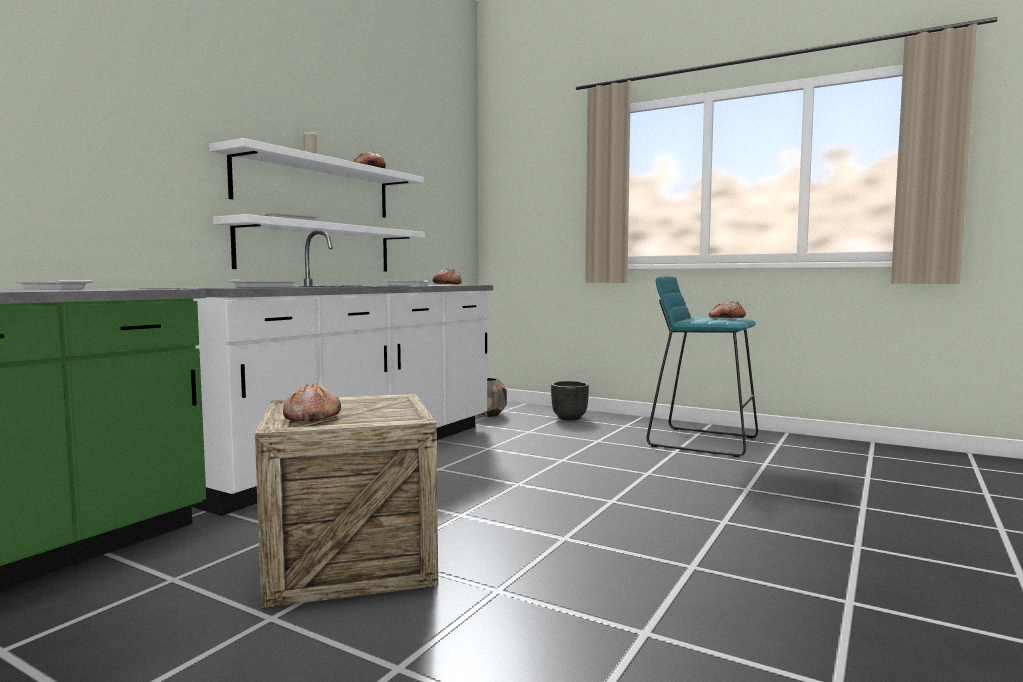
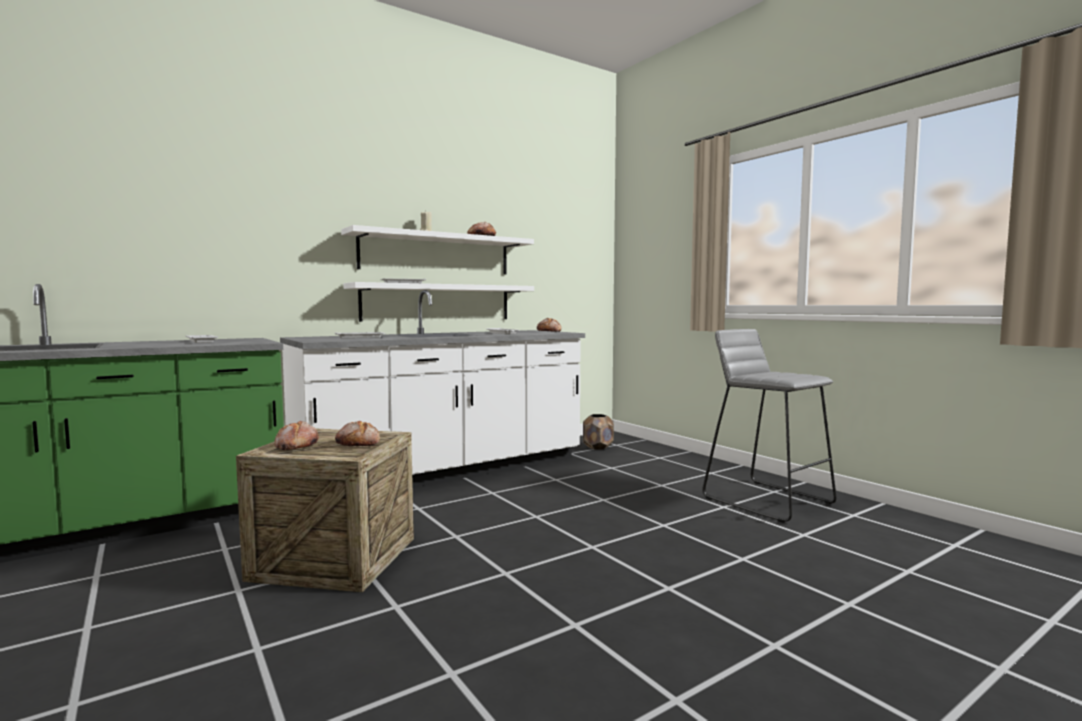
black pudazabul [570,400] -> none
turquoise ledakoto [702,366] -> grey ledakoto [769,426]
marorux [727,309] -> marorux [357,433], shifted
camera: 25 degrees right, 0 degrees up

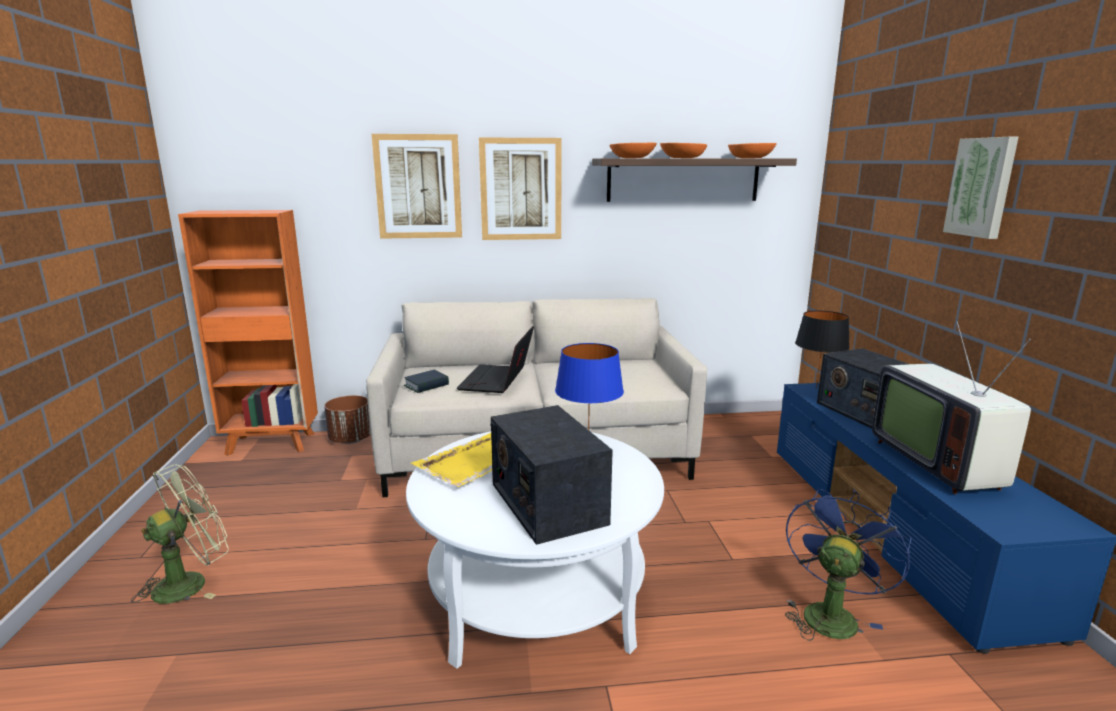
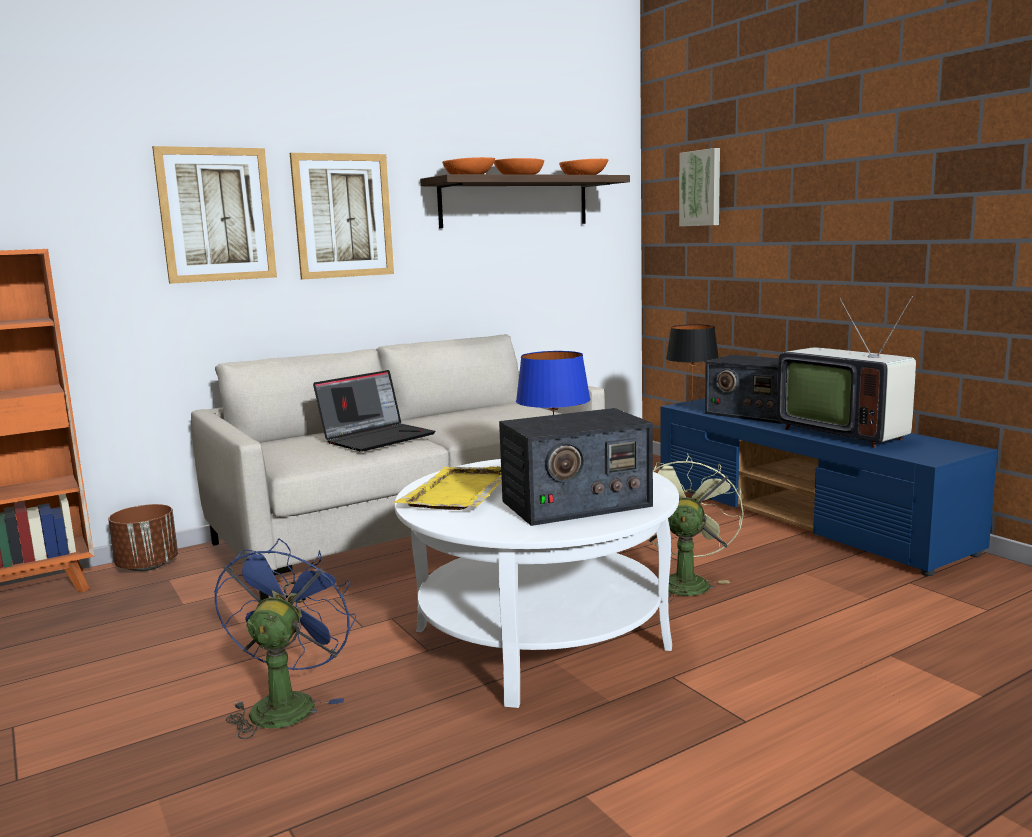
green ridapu [180,534] -> green ridapu [696,527], shifted
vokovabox [426,381] -> none
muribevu [495,359] -> muribevu [374,411], 120 degrees counterclockwise
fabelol [552,475] -> fabelol [576,467], 60 degrees counterclockwise
blue ridapu [848,564] -> blue ridapu [285,638], shifted
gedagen [980,188] -> gedagen [699,187], shifted
camera: 25 degrees left, 5 degrees down

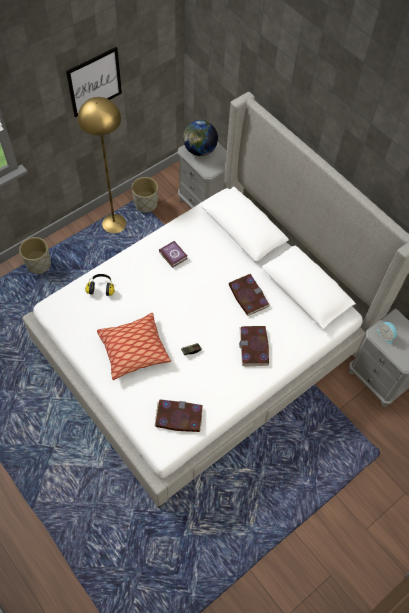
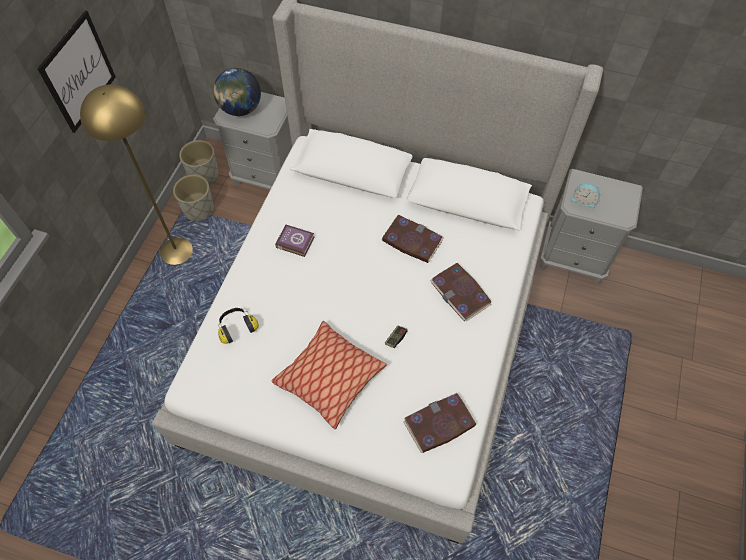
grey pudazabul [35,255] -> grey pudazabul [198,162], shifted
camera: 30 degrees left, 0 degrees up

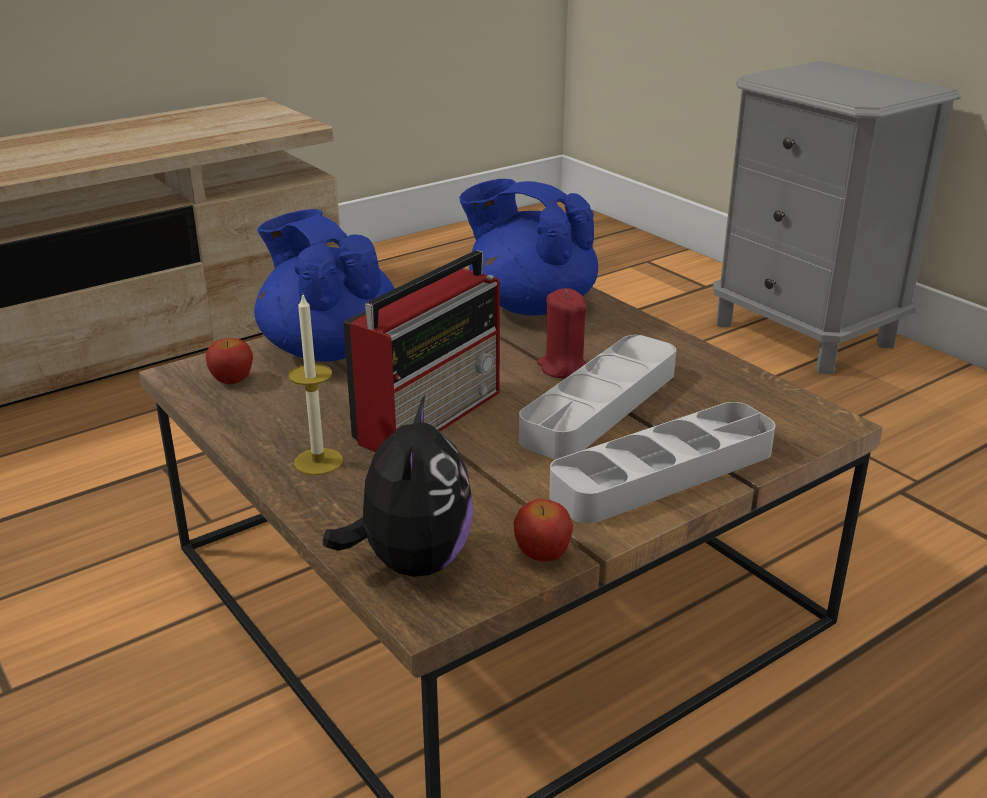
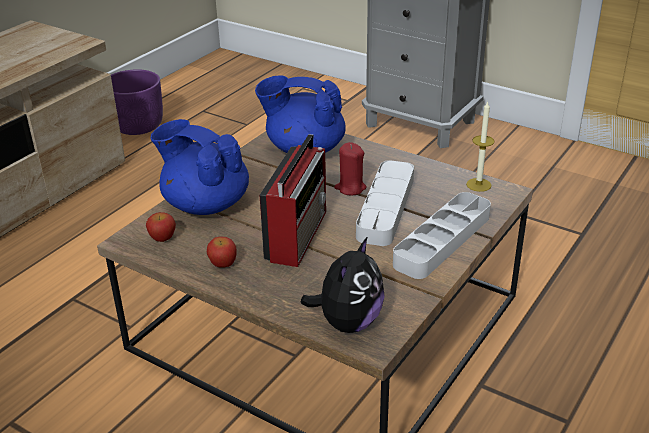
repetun [315,385] -> repetun [480,146], shifted
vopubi [398,486] -> vopubi [343,284], 45 degrees clockwise
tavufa [543,530] -> tavufa [222,252], shifted
none -> purple pudazabul [137,102]
camera: 20 degrees left, 5 degrees up

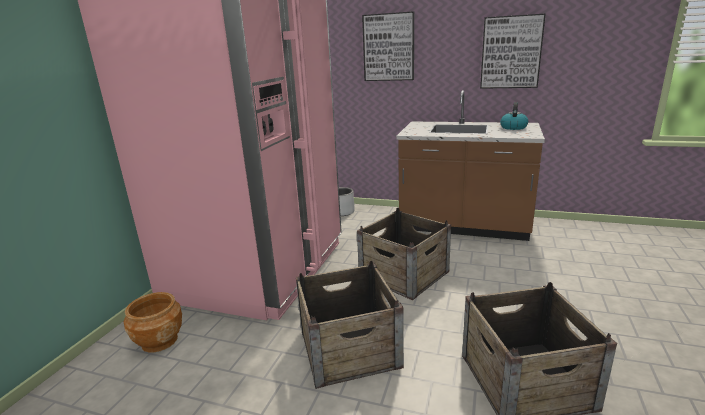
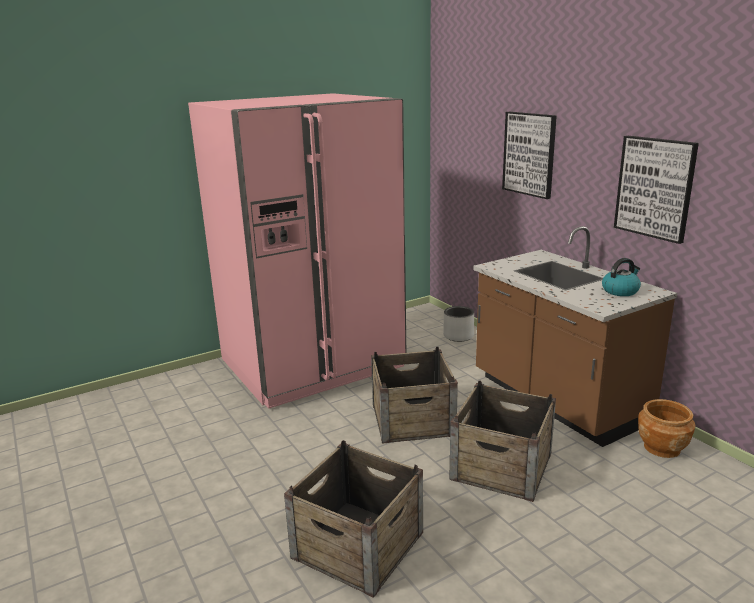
brown pudazabul [153,322] -> brown pudazabul [666,428], shifted
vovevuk [350,325] -> vovevuk [502,441], shifted
camera: 40 degrees right, 0 degrees up

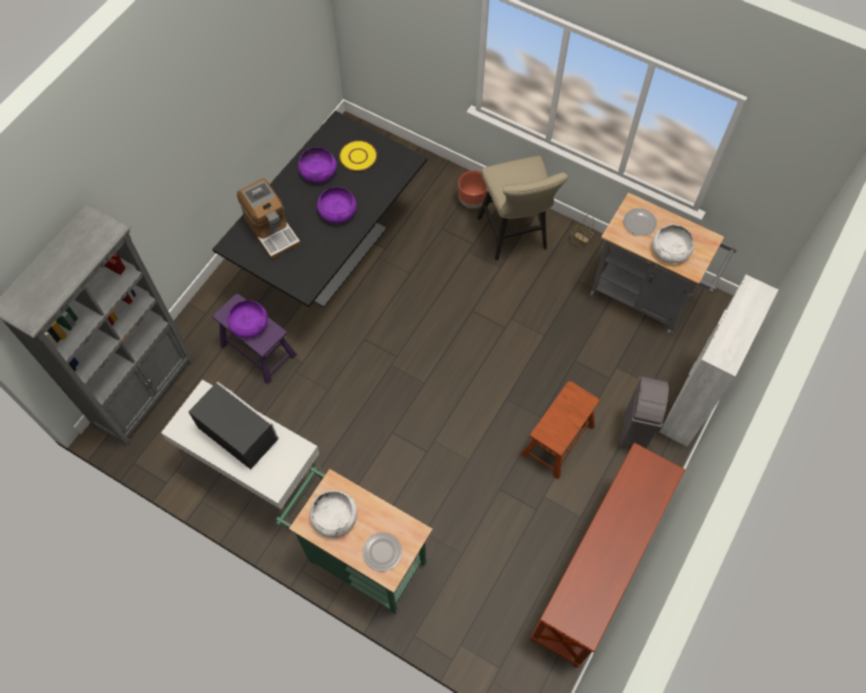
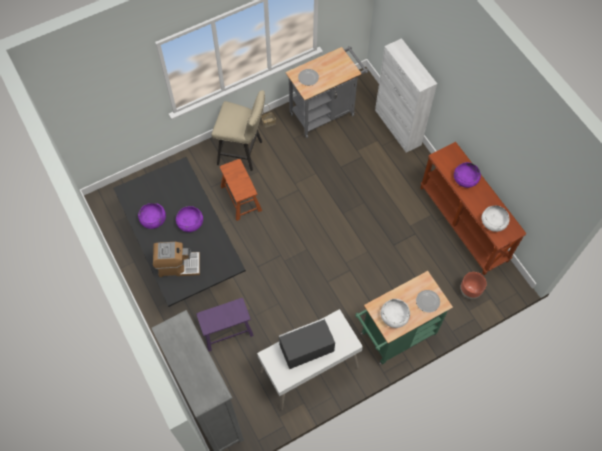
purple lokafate [247,319] -> purple lokafate [467,175], shifted
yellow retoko [358,156] -> none
brown pudazabul [473,189] -> brown pudazabul [474,285], shifted
brown ledakoto [560,430] -> brown ledakoto [241,190], shifted
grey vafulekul [644,413] -> none
white lokafate [673,244] -> white lokafate [496,218], shifted
camera: 60 degrees left, 0 degrees up

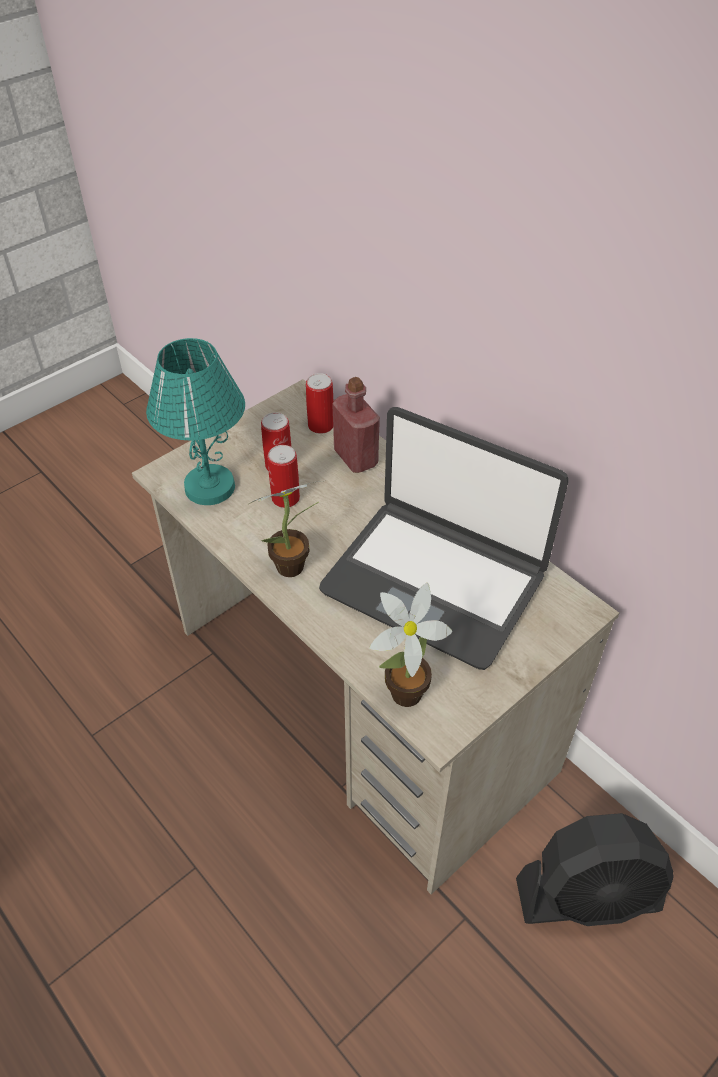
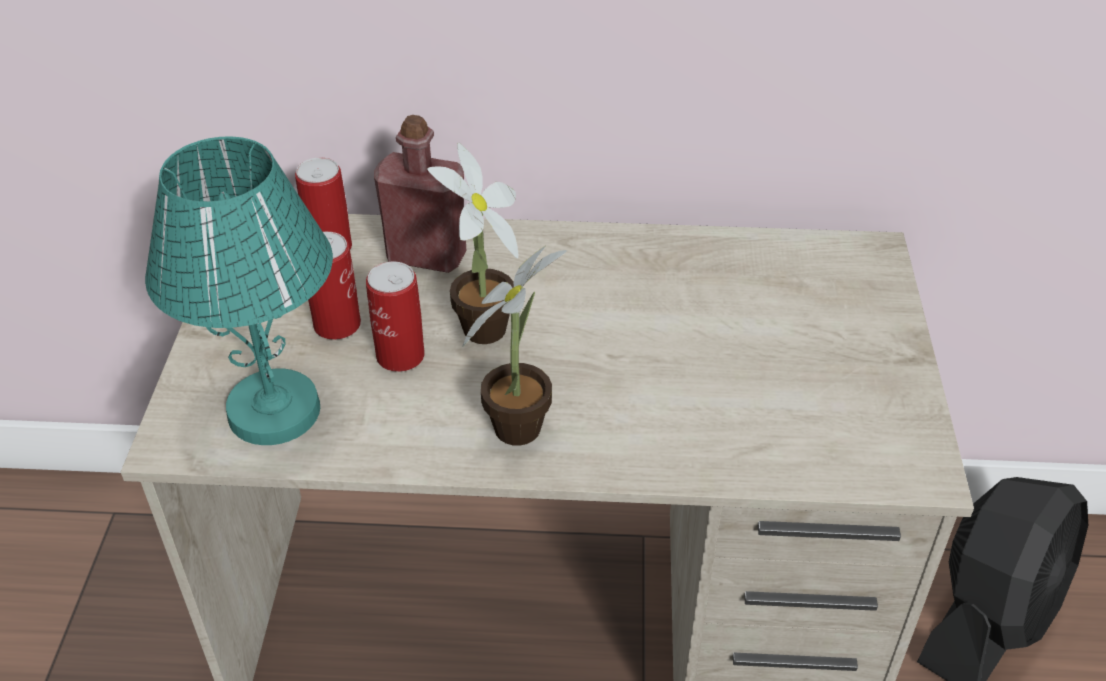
muribevu [443,538] -> none
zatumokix [411,645] -> zatumokix [473,243], shifted
camera: 45 degrees left, 5 degrees down

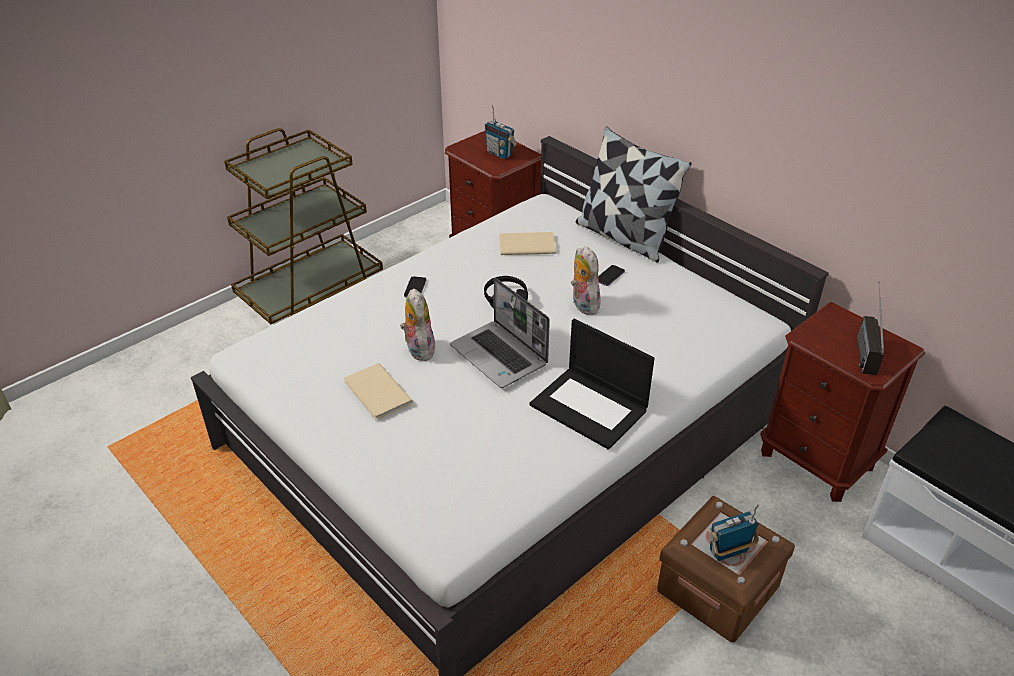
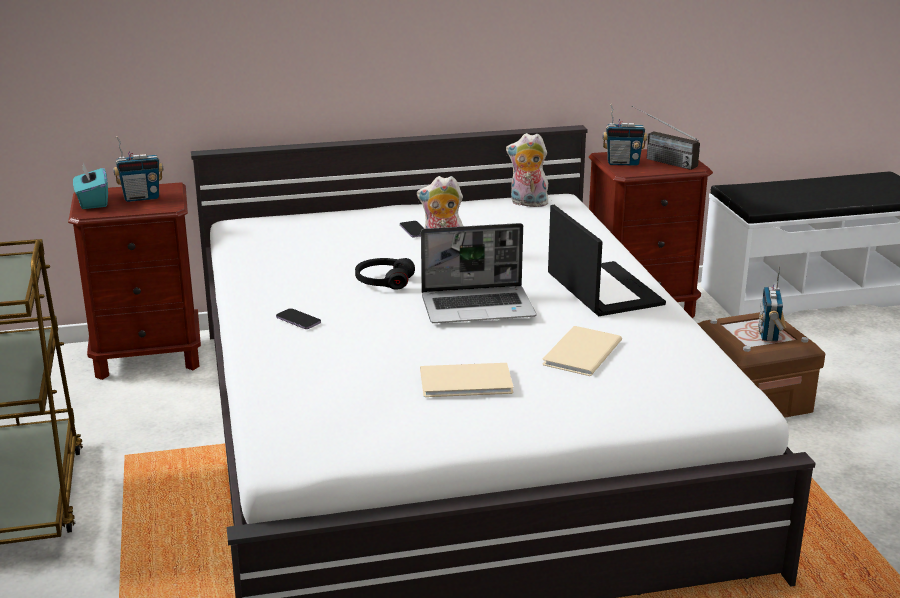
vopubi [417,325] -> vopubi [528,170], shifted
beige vokovabox [527,243] -> beige vokovabox [582,351], shifted
muribevu [592,384] -> muribevu [607,260], 90 degrees counterclockwise
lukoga [634,194] -> none
none -> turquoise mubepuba [90,186]
none -> fabelol [625,135]
camera: 60 degrees left, 15 degrees down

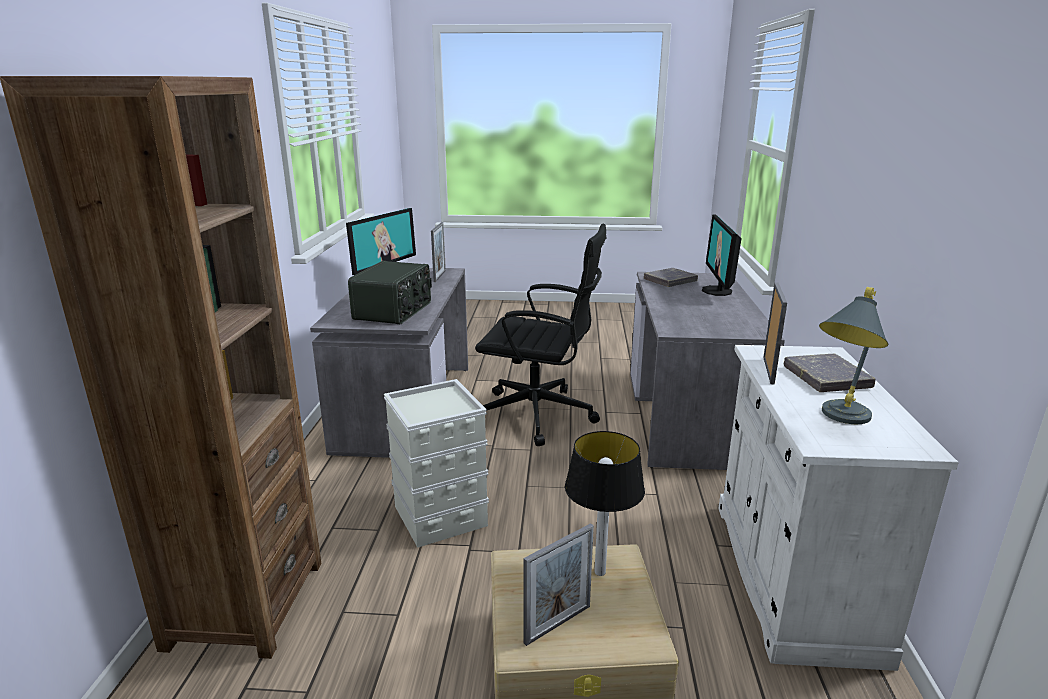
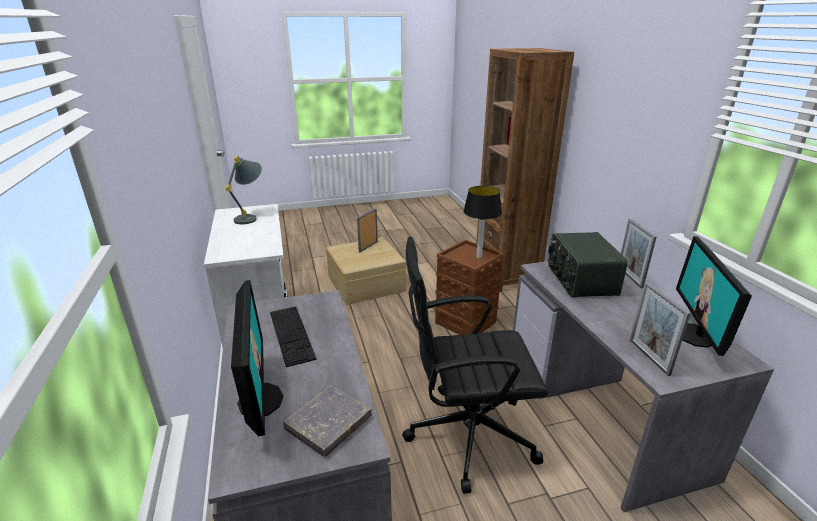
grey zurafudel [436,463] -> brown zurafudel [469,287]
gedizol [605,503] -> gedizol [482,222], shifted
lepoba [775,333] -> lepoba [639,253], shifted
grey vokovabox [830,373] -> none
none -> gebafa [293,336]
camera: 160 degrees right, 5 degrees up

